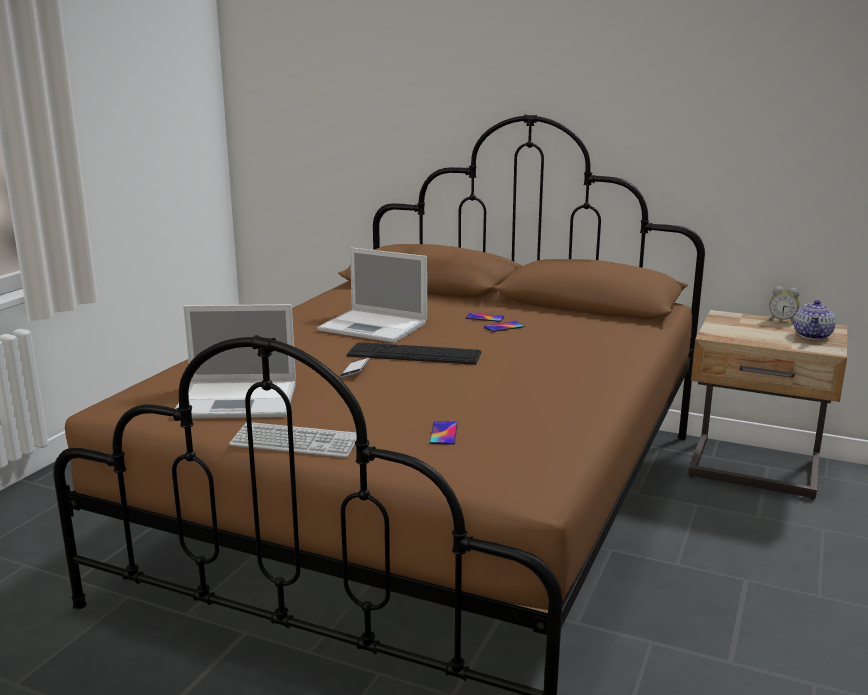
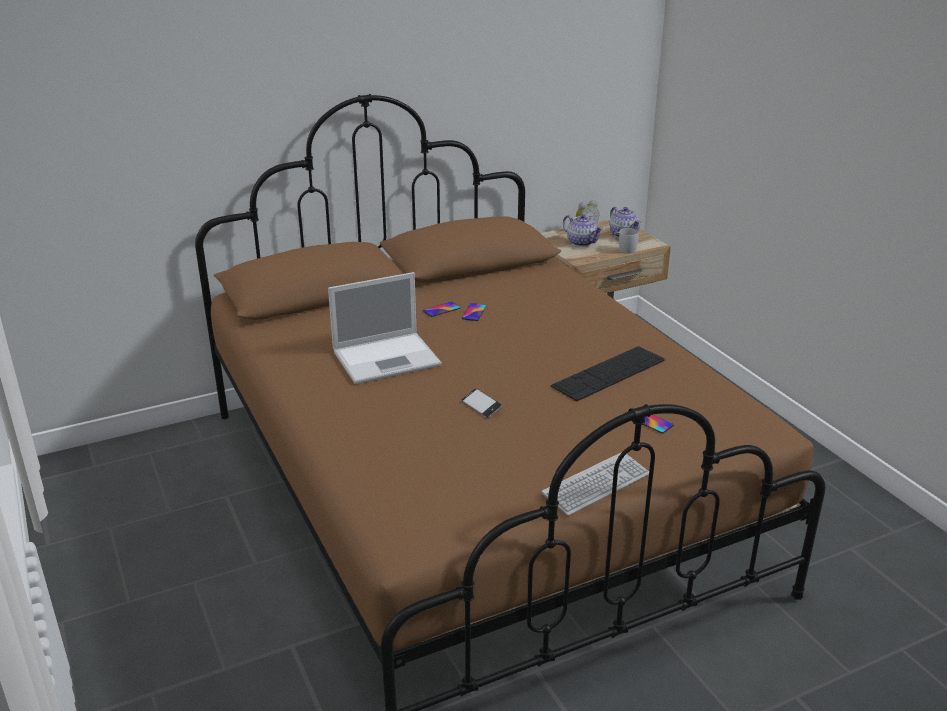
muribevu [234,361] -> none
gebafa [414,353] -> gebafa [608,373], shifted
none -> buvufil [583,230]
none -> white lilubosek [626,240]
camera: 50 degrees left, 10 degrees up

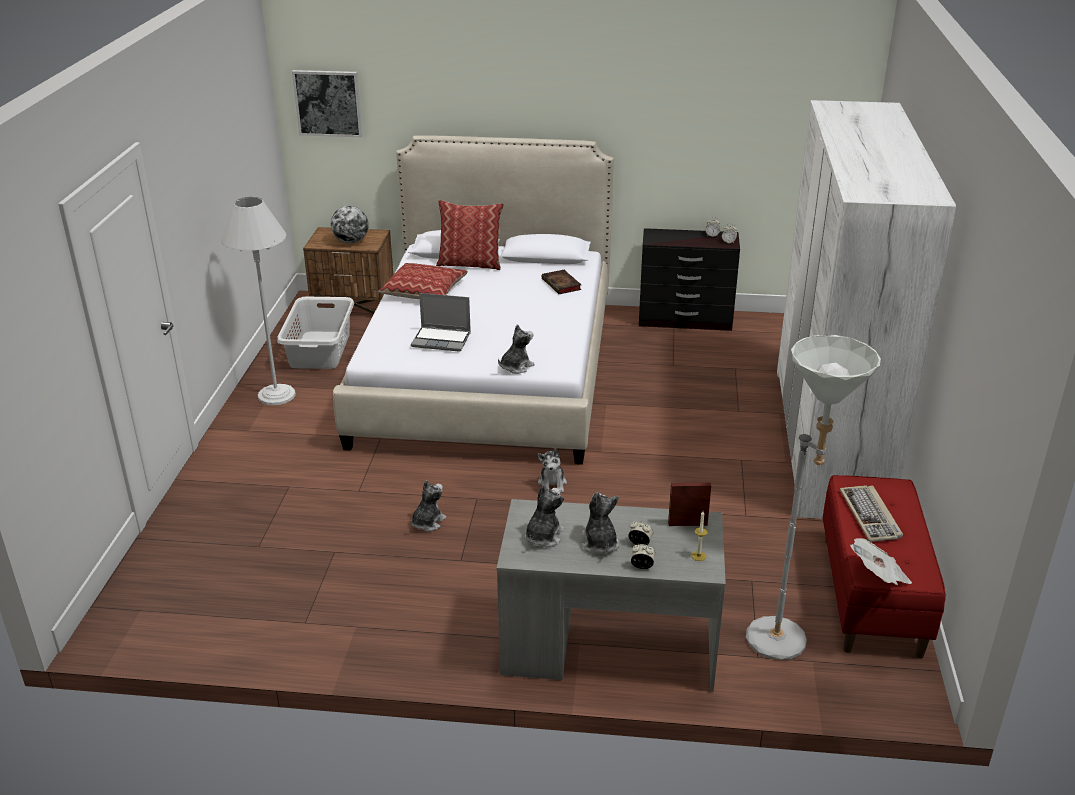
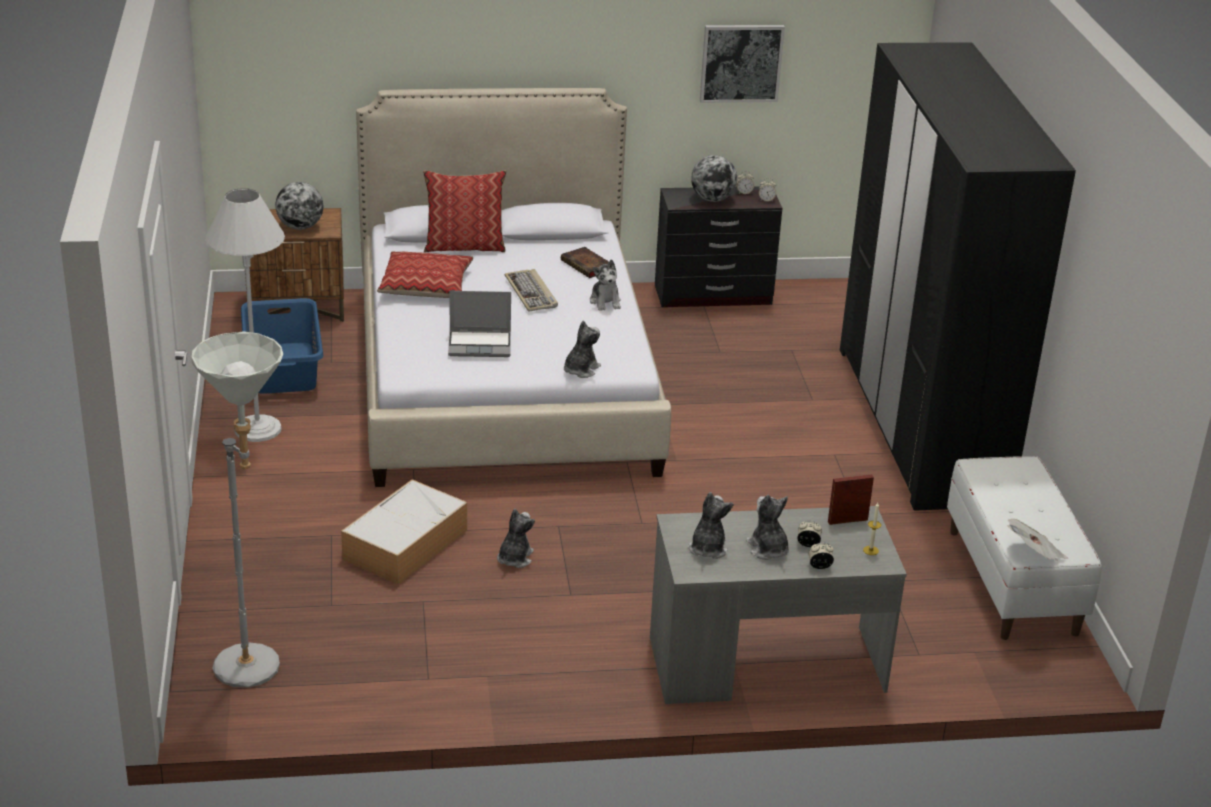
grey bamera [315,333] -> blue bamera [282,346]
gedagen [327,103] -> gedagen [742,64], shifted
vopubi [552,470] -> vopubi [605,285], shifted
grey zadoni [813,497] -> grey zadoni [237,509], shifted
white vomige [866,309] -> black vomige [958,276]
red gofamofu [884,566] -> white gofamofu [1024,548]
gebafa [871,513] -> gebafa [531,290], shifted
none -> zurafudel [404,532]
none -> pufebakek [714,178]
camera: 15 degrees left, 0 degrees up

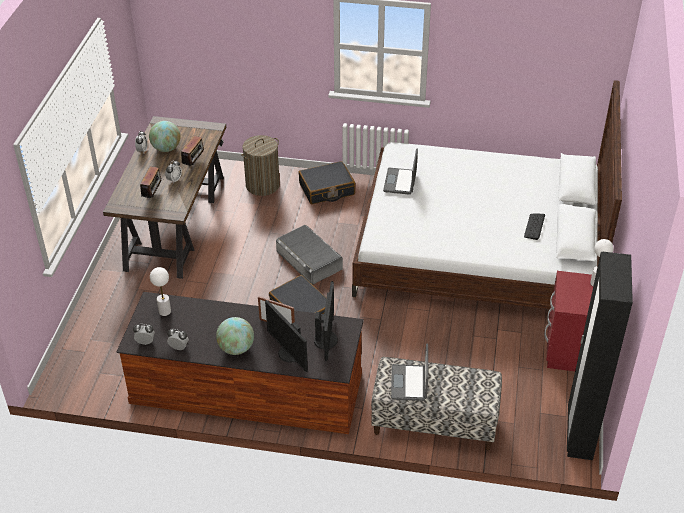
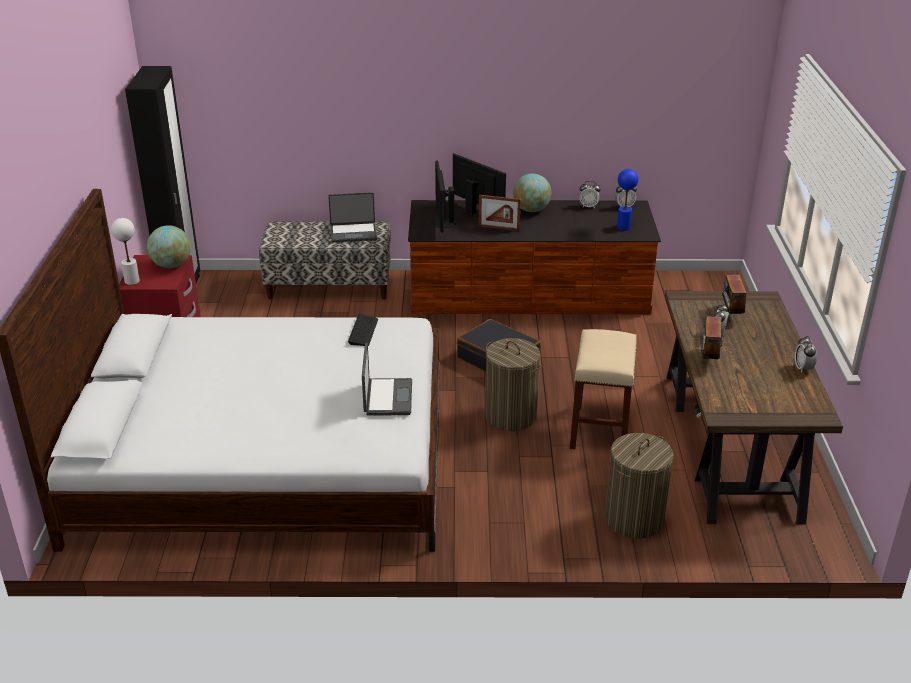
pufebakek [164,136] -> pufebakek [169,246], shifted
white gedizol [160,291] -> blue gedizol [627,200]
grey zurafudel [309,255] -> bamera [513,384]
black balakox [327,182] -> none
muribevu [409,372] -> muribevu [352,217], 90 degrees clockwise
gebafa [534,227] -> gebafa [363,330], shifted
none -> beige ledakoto [603,389]
camera: 170 degrees right, 10 degrees down

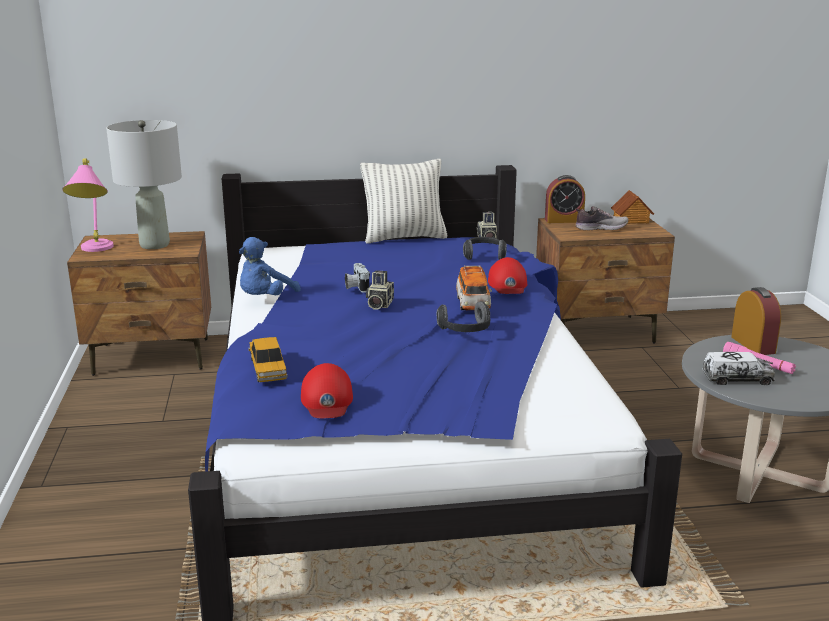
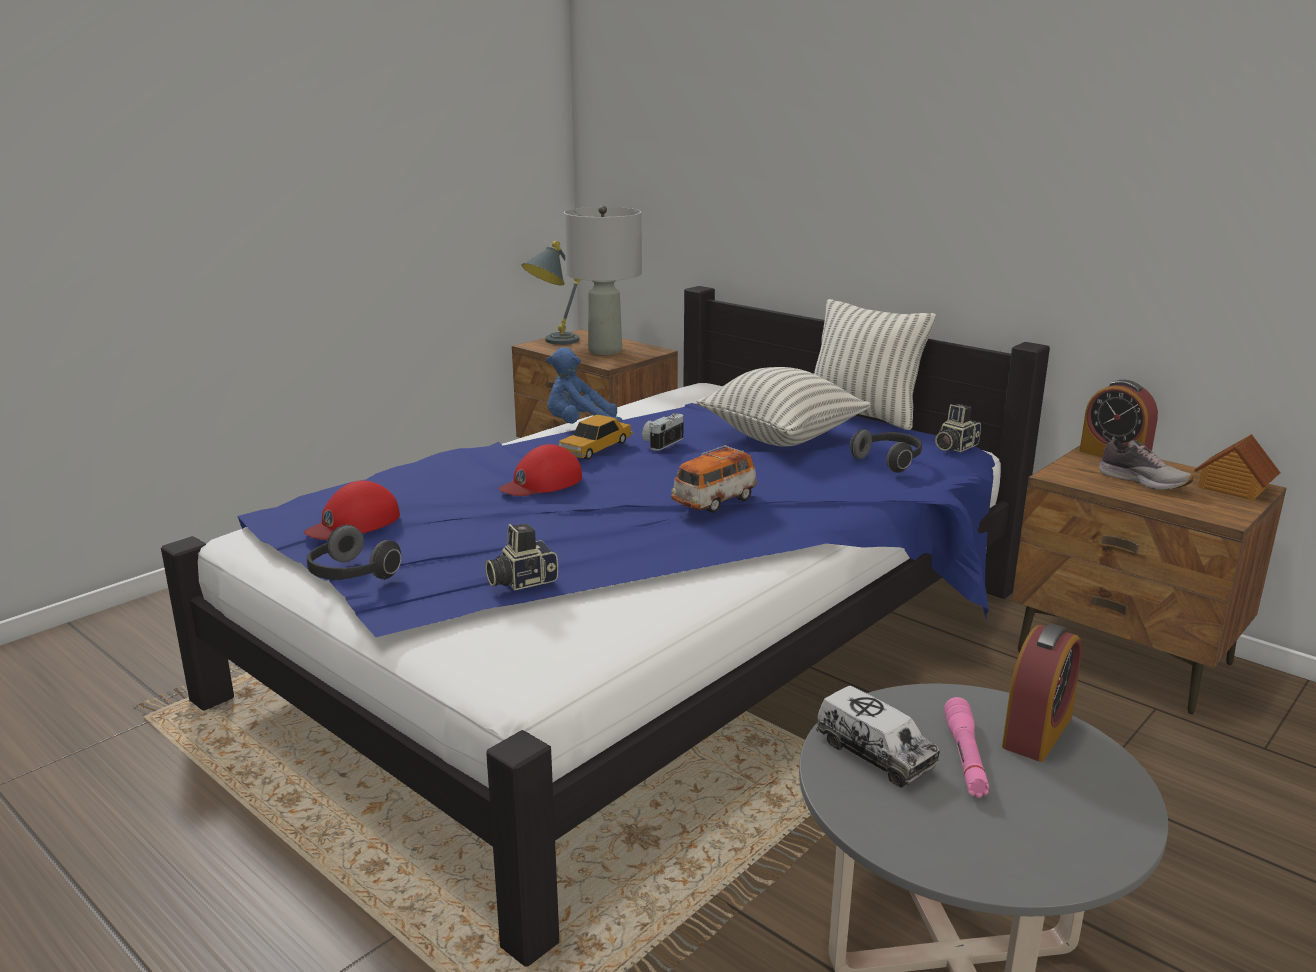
pink gedizol [88,205] -> grey gedizol [551,293]
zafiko [268,359] -> zafiko [596,437], shifted
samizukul [380,290] -> samizukul [521,557], shifted
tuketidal [463,316] -> tuketidal [354,552], shifted
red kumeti [507,275] -> red kumeti [540,470], shifted
none -> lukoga [783,407]
camera: 50 degrees right, 0 degrees up

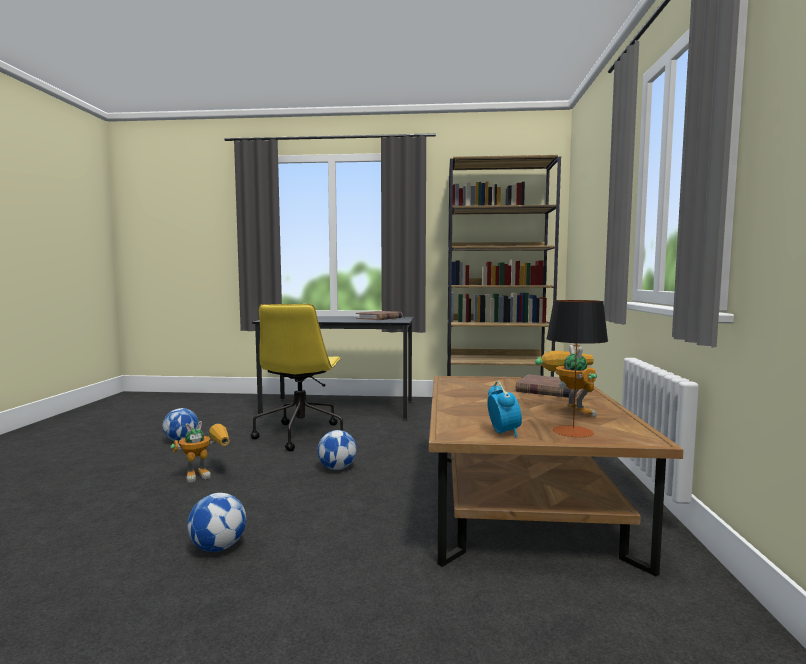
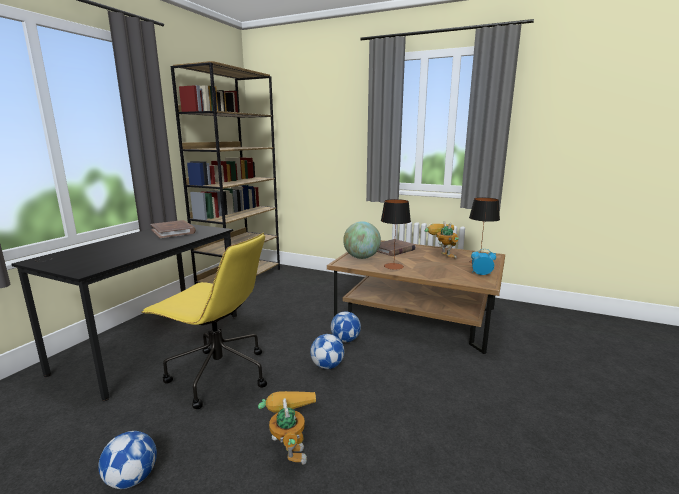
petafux [216,522] -> petafux [346,326], shifted
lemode [566,381] -> lemode [442,240], 60 degrees clockwise
none -> pufebakek [362,240]
none -> gedizol [396,234]
camera: 70 degrees left, 10 degrees up

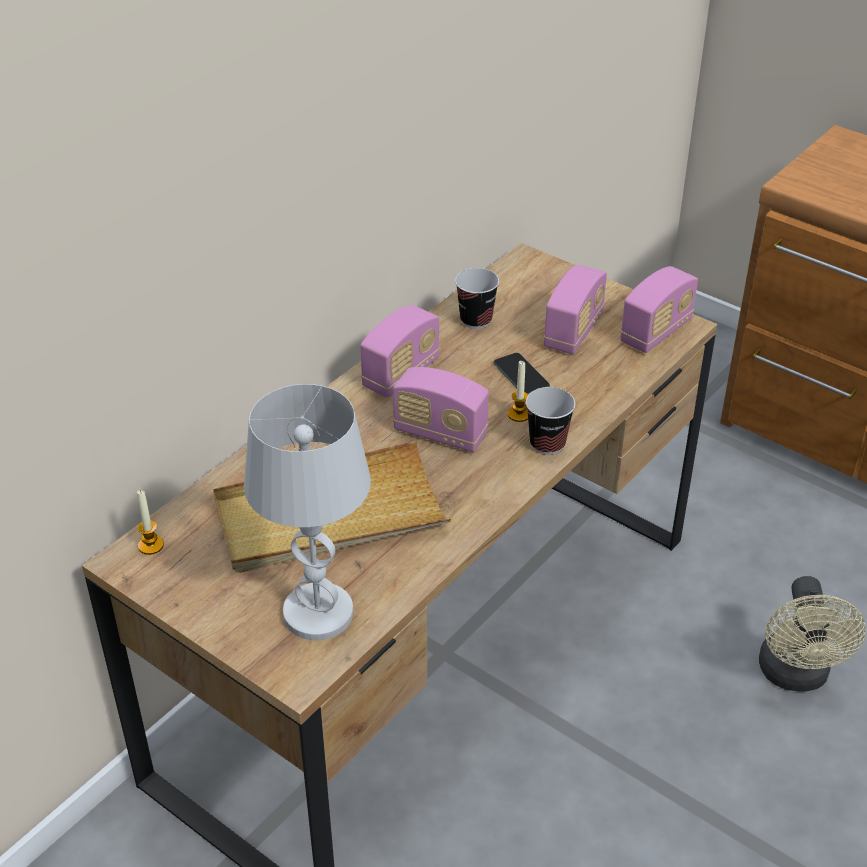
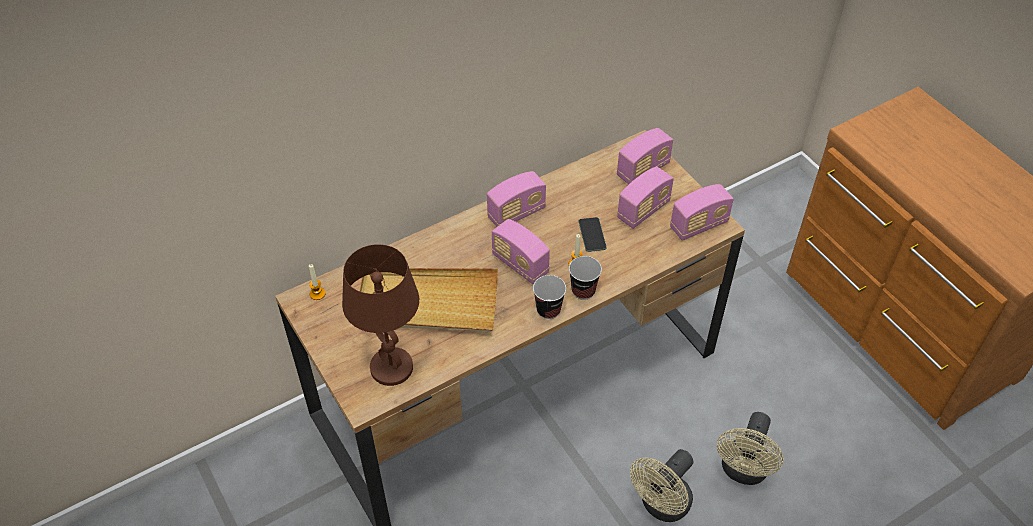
white gedizol [307,512] -> brown gedizol [380,315]
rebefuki [477,298] -> rebefuki [549,297], shifted
none -> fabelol [645,156]
none -> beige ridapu [662,485]
camera: 20 degrees right, 10 degrees up

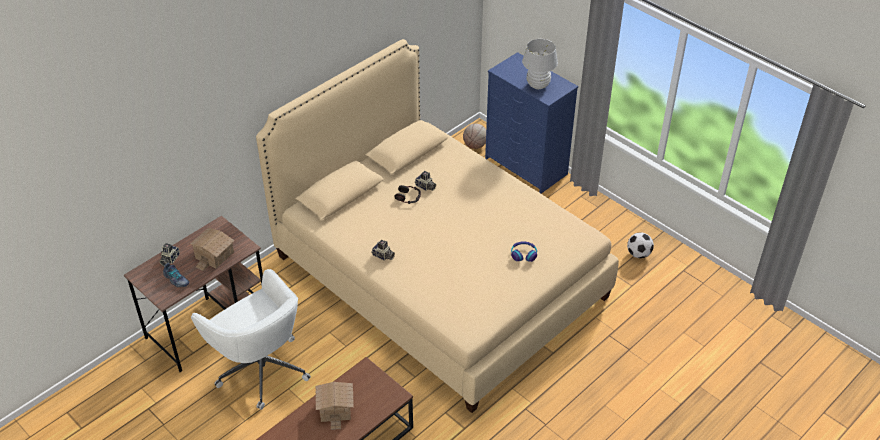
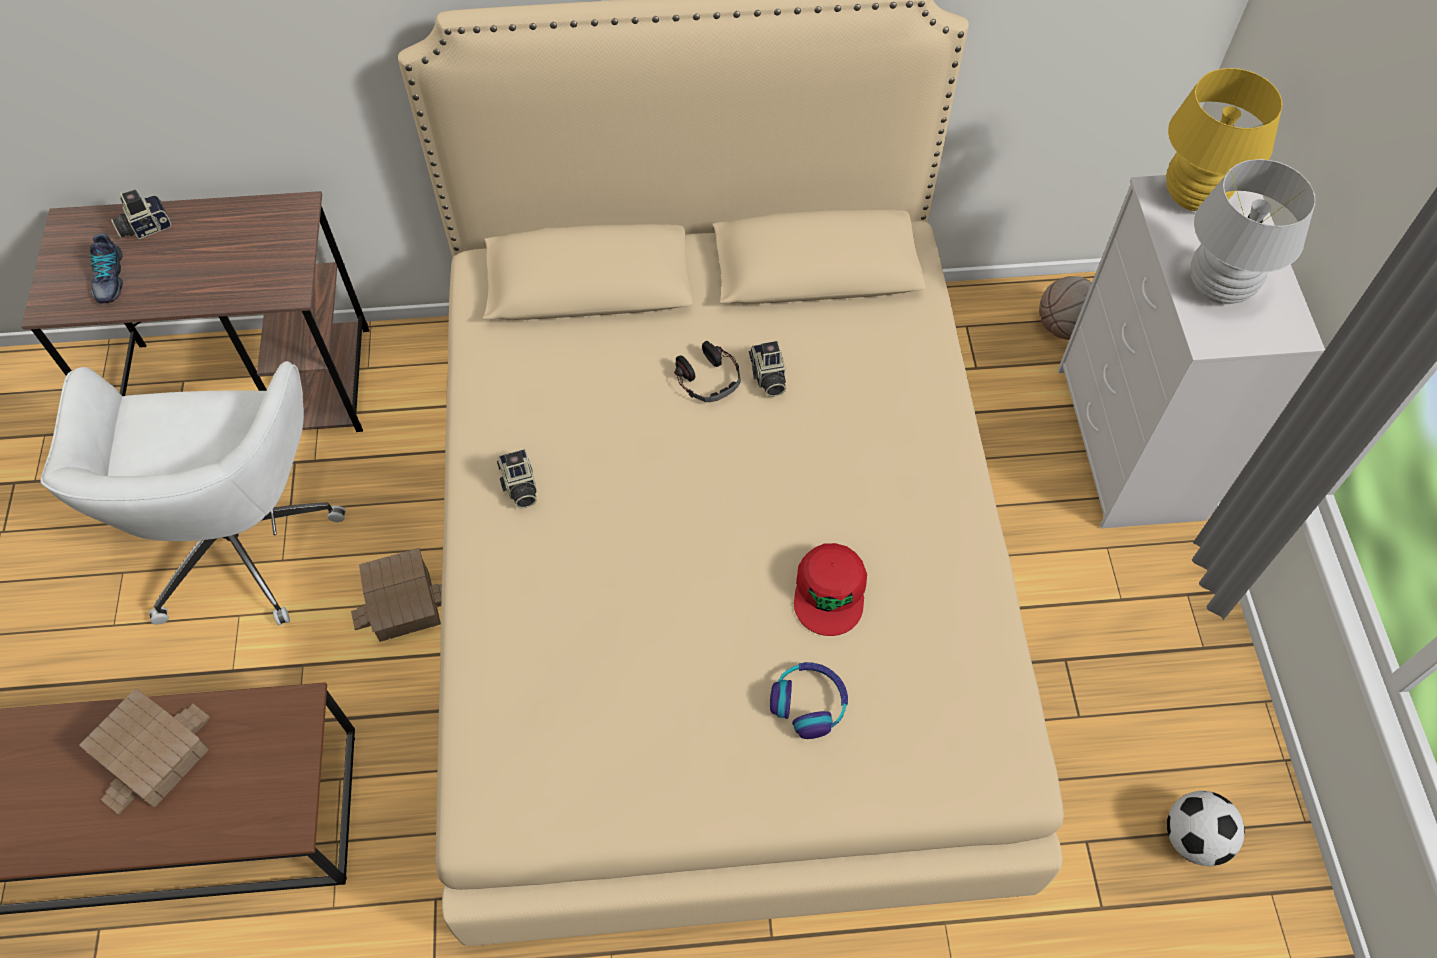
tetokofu [212,249] -> tetokofu [396,595], shifted
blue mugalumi [531,123] -> white mugalumi [1191,352]
none -> red kumeti [830,589]
none -> yellow gedizol [1224,139]
camera: 40 degrees right, 15 degrees up

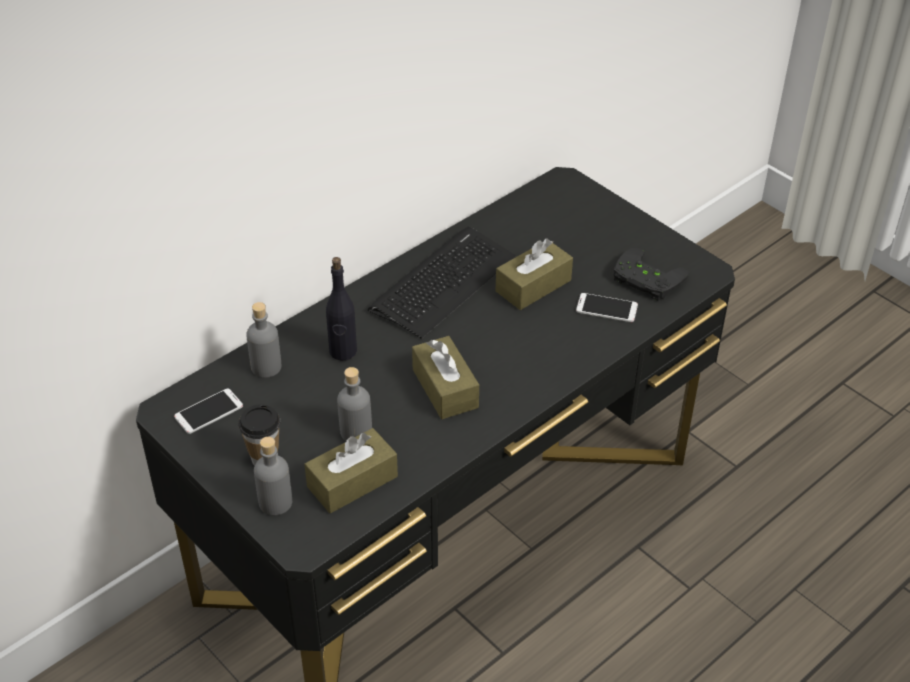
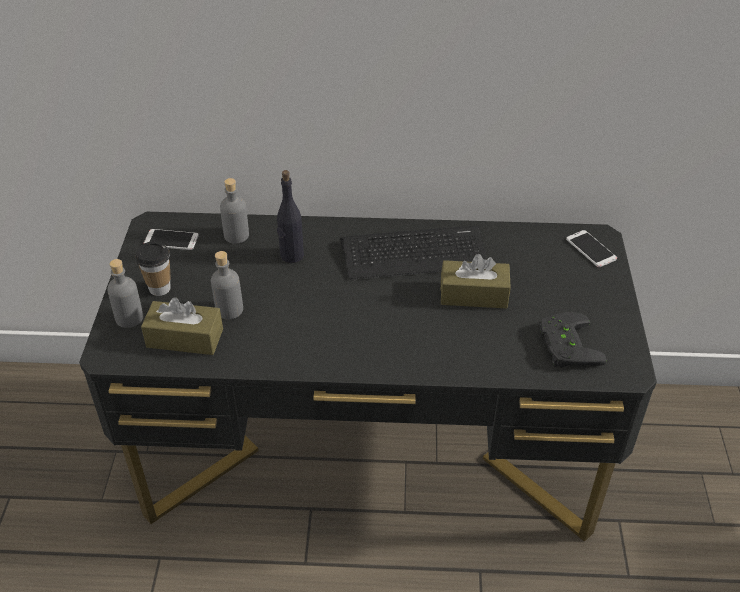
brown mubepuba [445,377] -> none
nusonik [607,307] -> nusonik [591,248], shifted
camera: 45 degrees right, 0 degrees up

